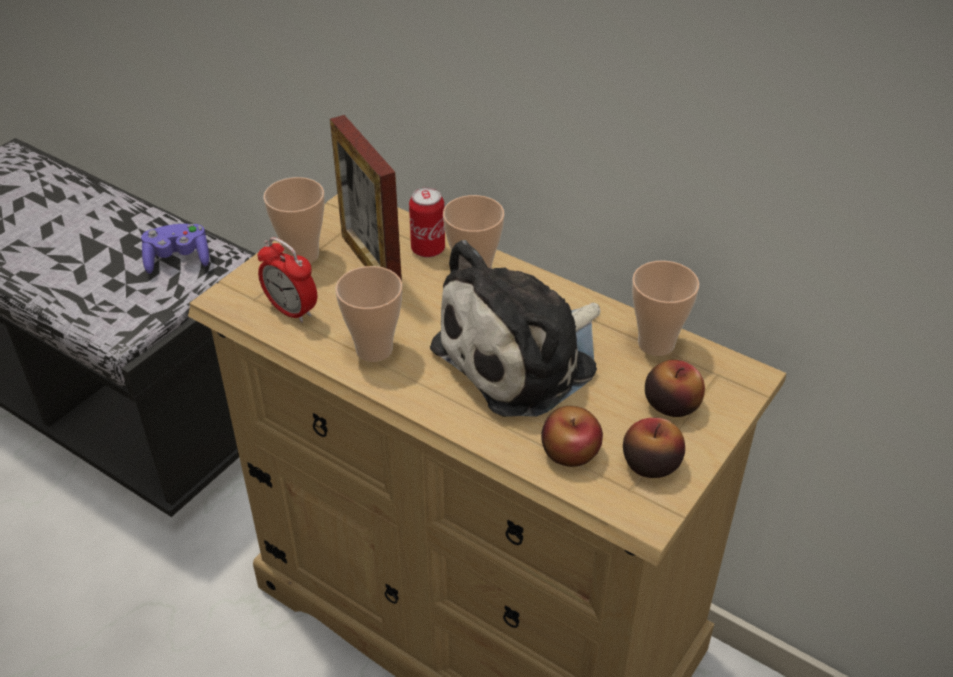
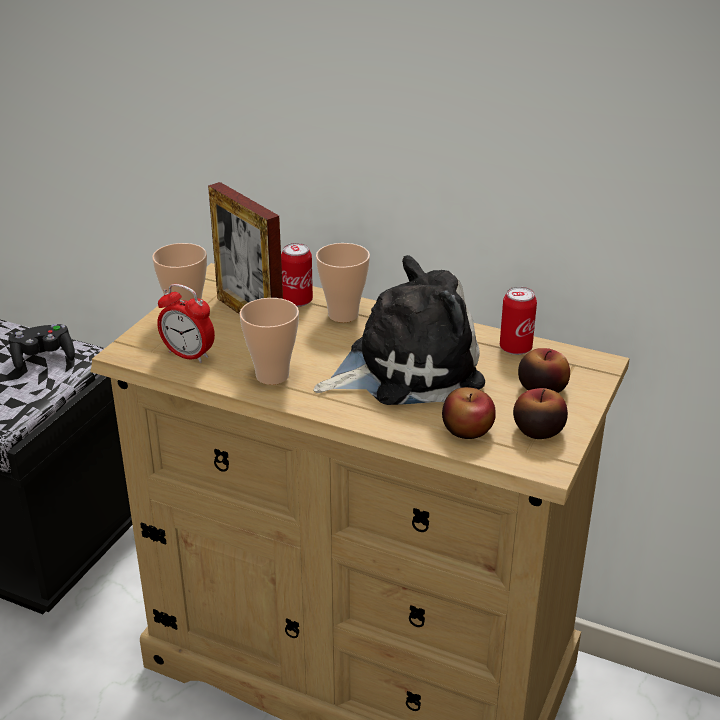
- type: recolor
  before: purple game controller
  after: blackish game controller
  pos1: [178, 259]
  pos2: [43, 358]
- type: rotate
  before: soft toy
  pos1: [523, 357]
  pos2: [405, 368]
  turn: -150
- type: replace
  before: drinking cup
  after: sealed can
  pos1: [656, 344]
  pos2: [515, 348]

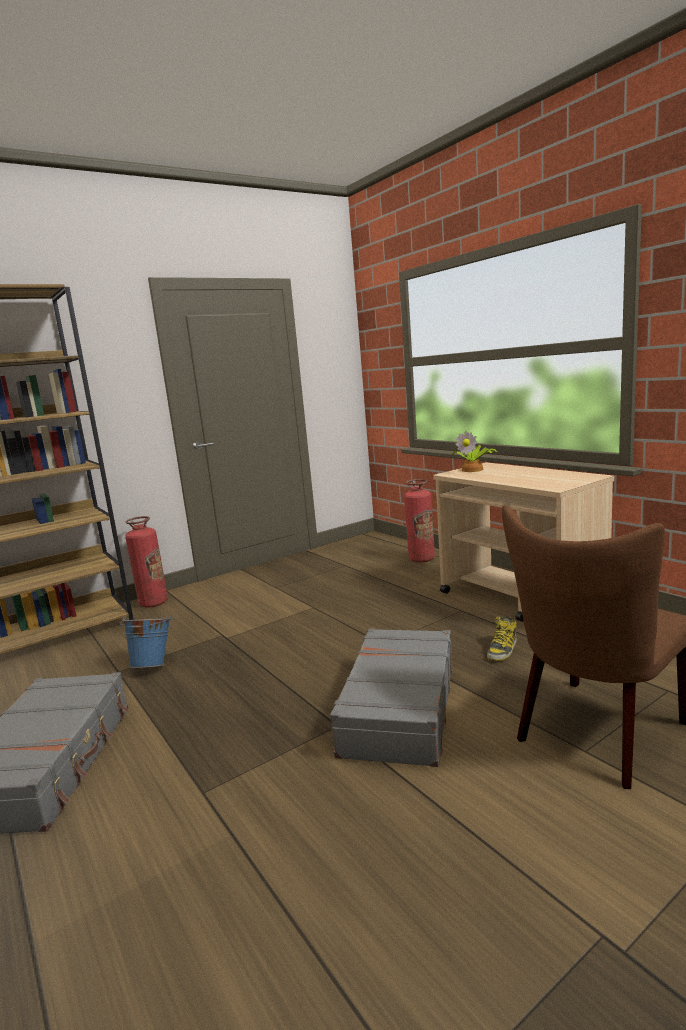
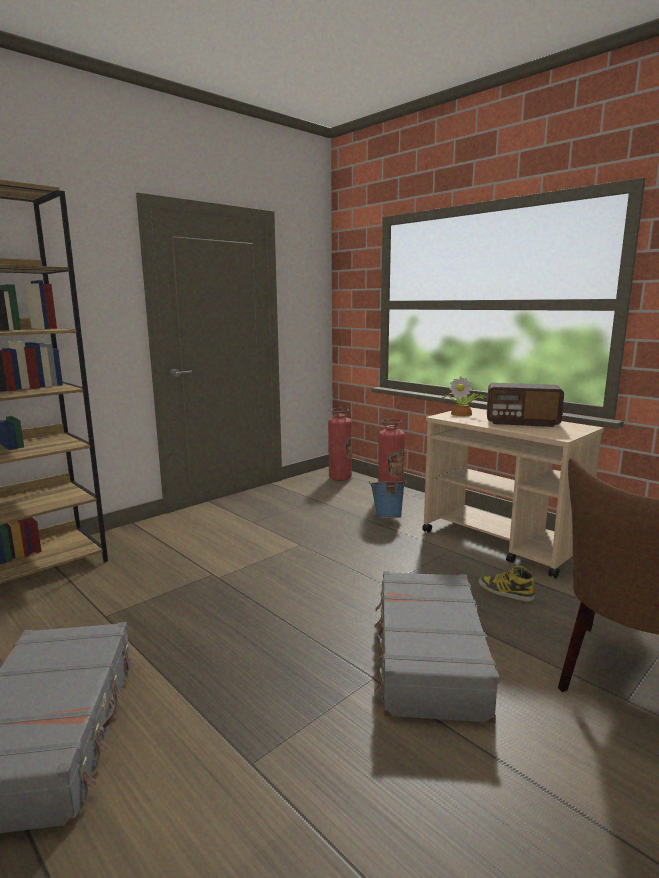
- type: move
  before: fire extinguisher
  pos1: [153, 603]
  pos2: [340, 478]
- type: move
  before: blue-coloured water bucket
  pos1: [153, 665]
  pos2: [387, 518]
- type: rotate
  before: boot
  pos1: [502, 649]
  pos2: [505, 592]
  turn: 105
- type: insert
  after: radio receiver
  pos2: [521, 422]

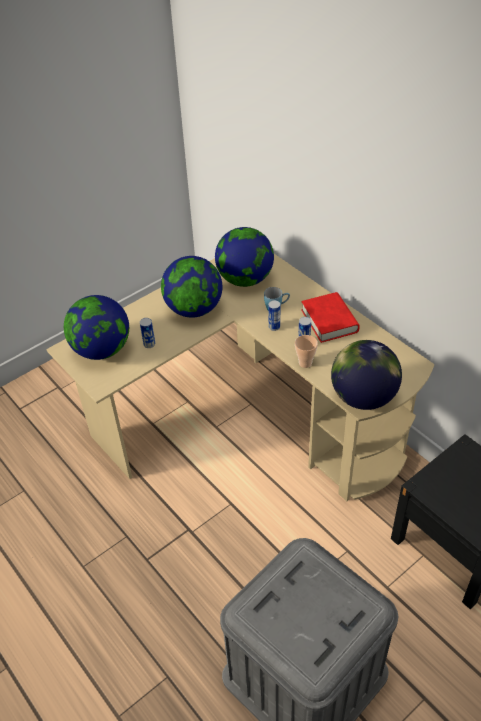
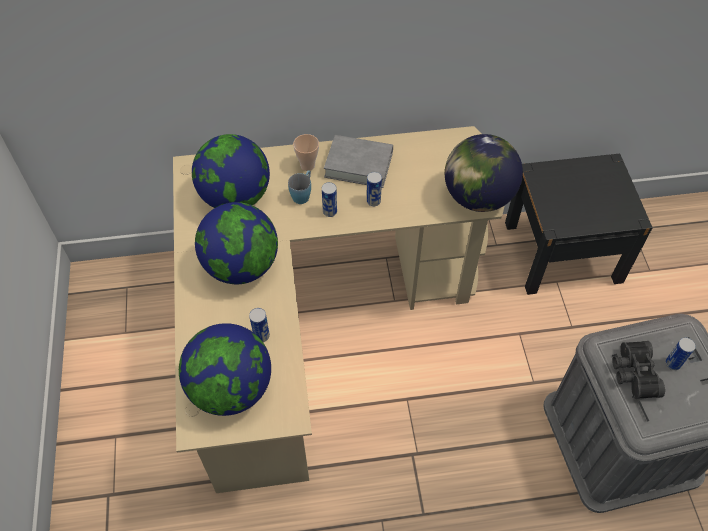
- type: move
  before: drinking cup
  pos1: [305, 363]
  pos2: [307, 165]
- type: recolor
  before: red-coloured volume
  after: grey volume
  pos1: [329, 321]
  pos2: [358, 165]
- type: insert
  after: blackish pair of binoculars
  pos2: [632, 374]
- type: insert
  after: sealed can
  pos2: [673, 363]

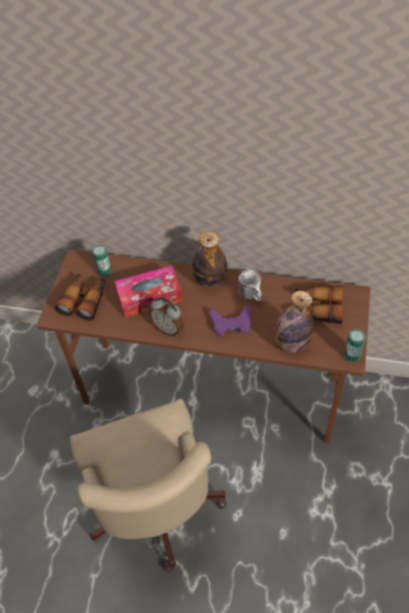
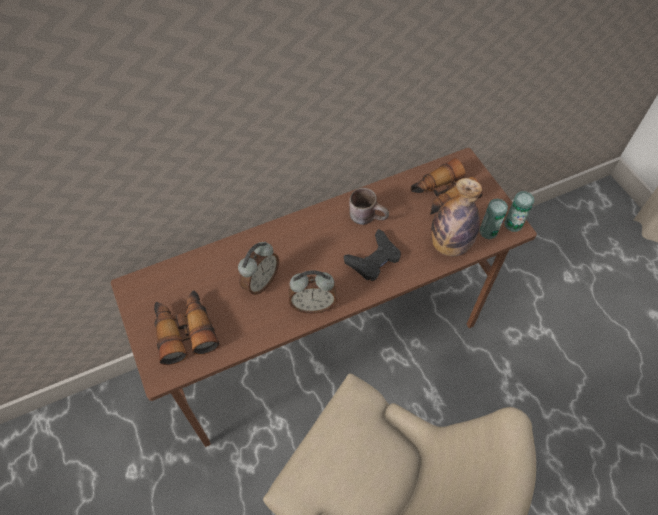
- type: replace
  before: box of tissues
  after: bedside clock
  pos1: [149, 297]
  pos2: [260, 282]
- type: recolor
  before: purple game controller
  after: blackish game controller
  pos1: [231, 323]
  pos2: [373, 259]
- type: recolor
  before: white-coloured tea mug
  after: brown-coloured tea mug
  pos1: [253, 294]
  pos2: [368, 215]
- type: move
  before: sealed can
  pos1: [104, 271]
  pos2: [488, 231]
- type: delete
  before: drink bottle
  pos1: [210, 280]

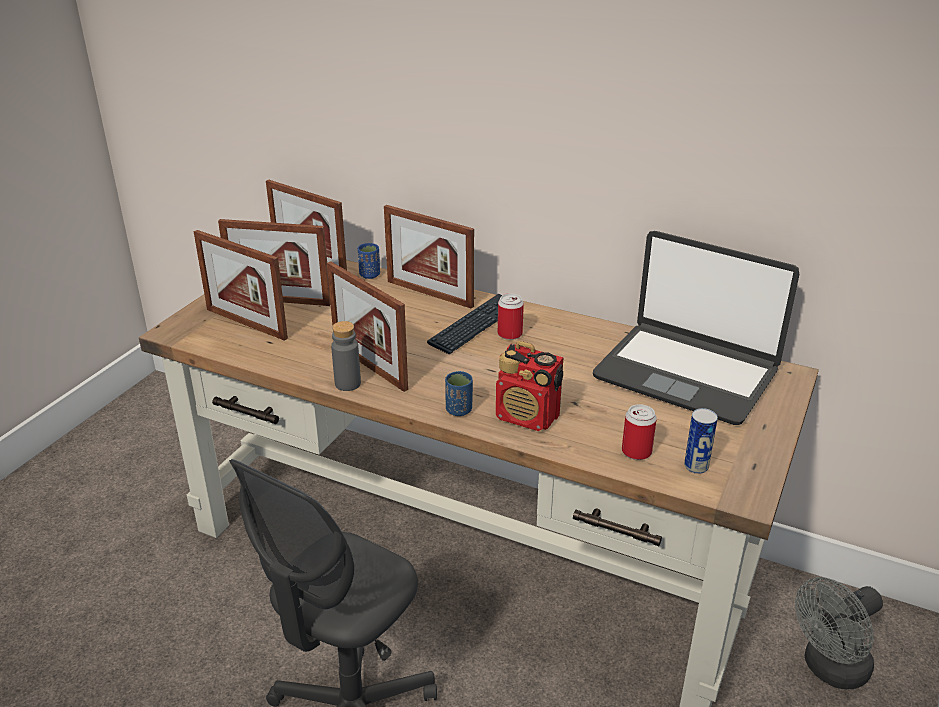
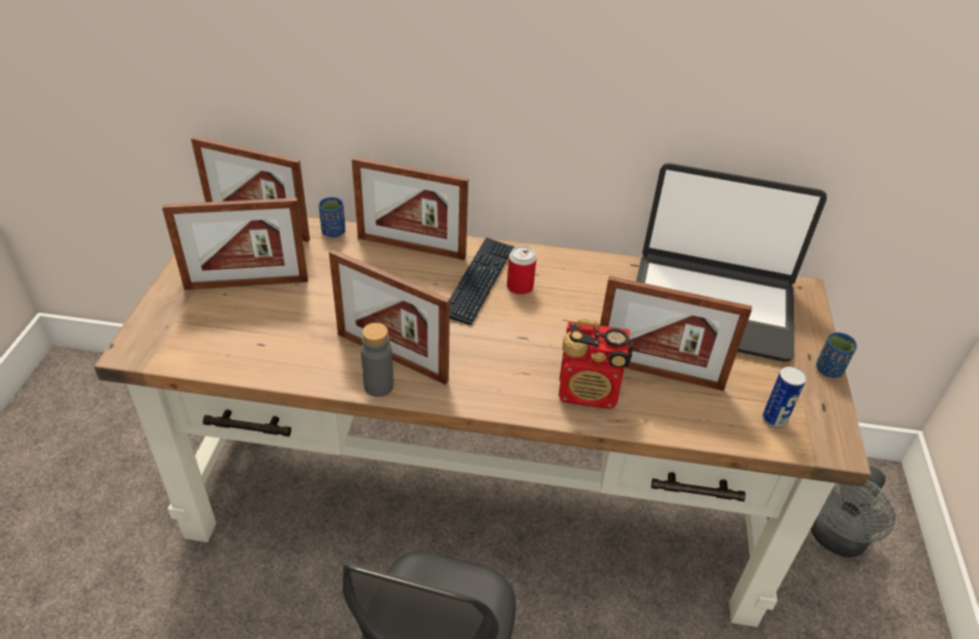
- type: move
  before: picture frame
  pos1: [246, 323]
  pos2: [657, 373]
- type: move
  before: blue-coloured drinking cup
  pos1: [459, 410]
  pos2: [829, 370]
- type: delete
  before: sealed can
  pos1: [636, 451]

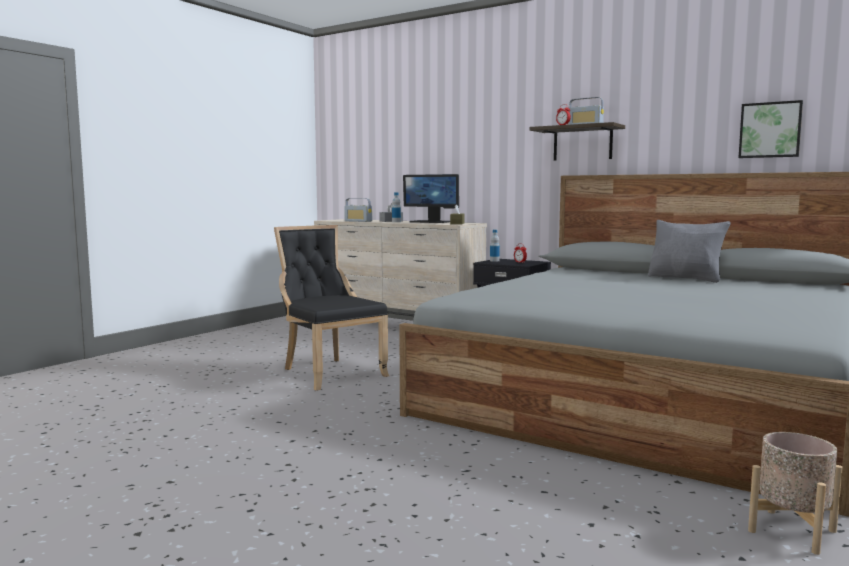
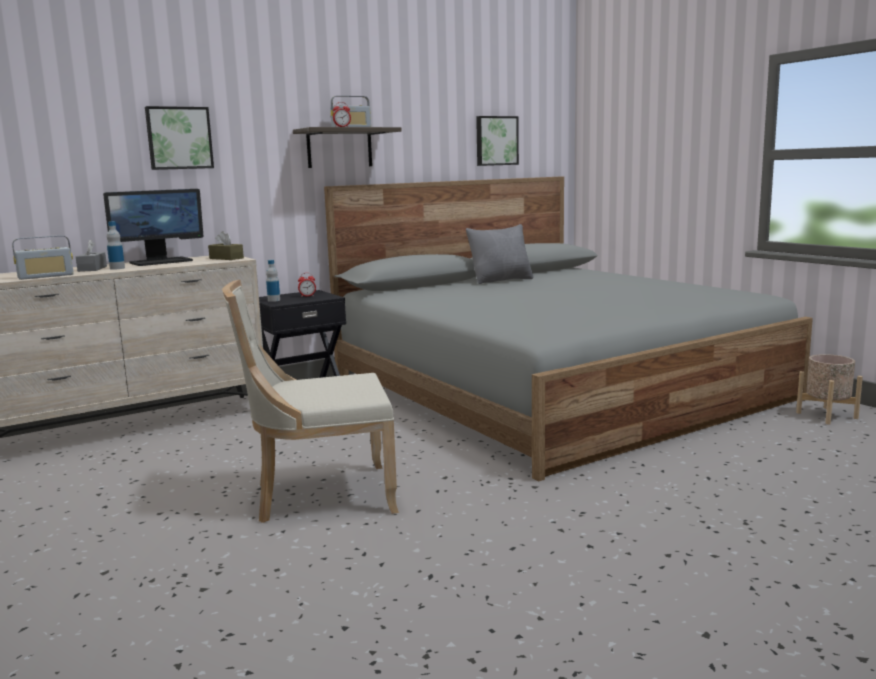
- type: insert
  after: picture
  pos2: [179, 138]
- type: recolor
  before: blackish chair
  after: sand-coloured chair
  pos1: [329, 372]
  pos2: [319, 496]

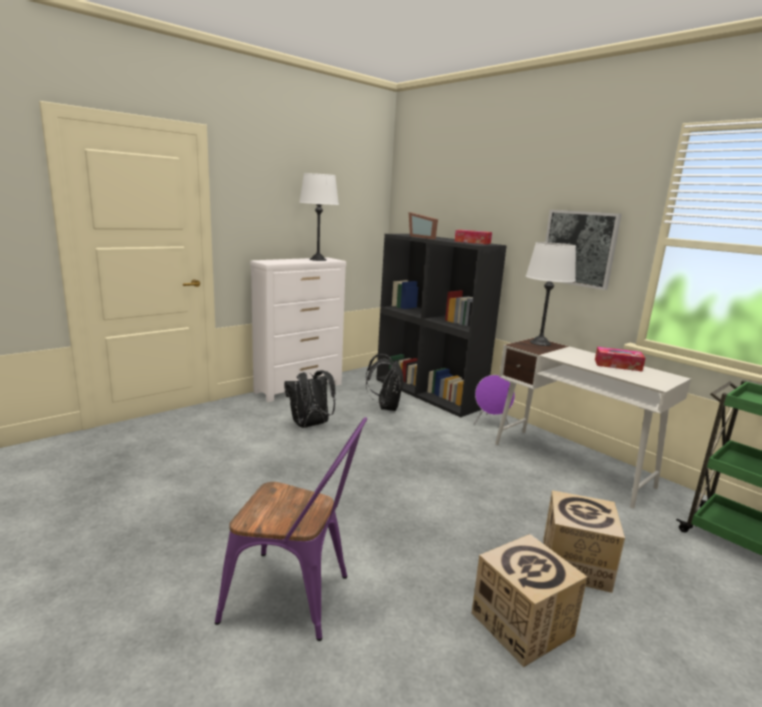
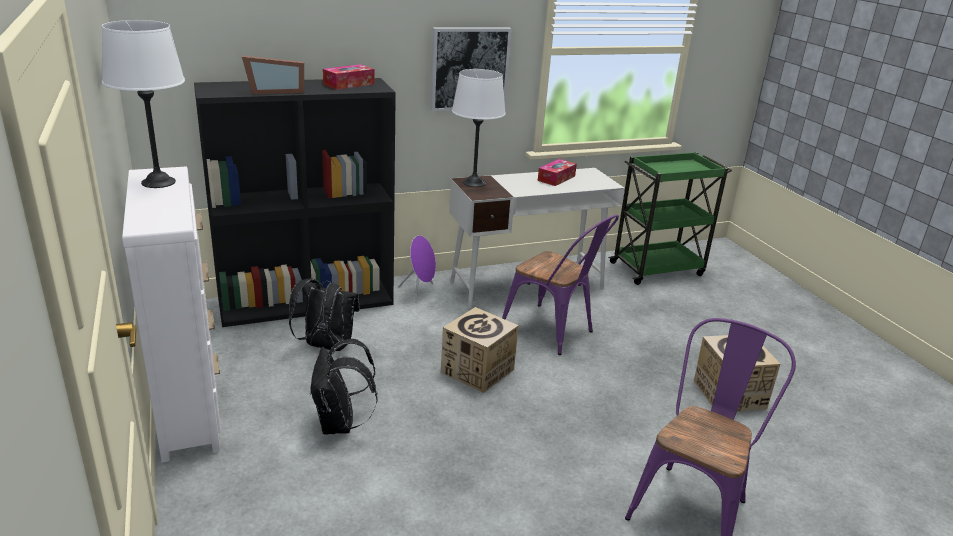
- type: move
  before: cardboard box
  pos1: [575, 564]
  pos2: [477, 371]
- type: insert
  after: purple chair
  pos2: [553, 332]

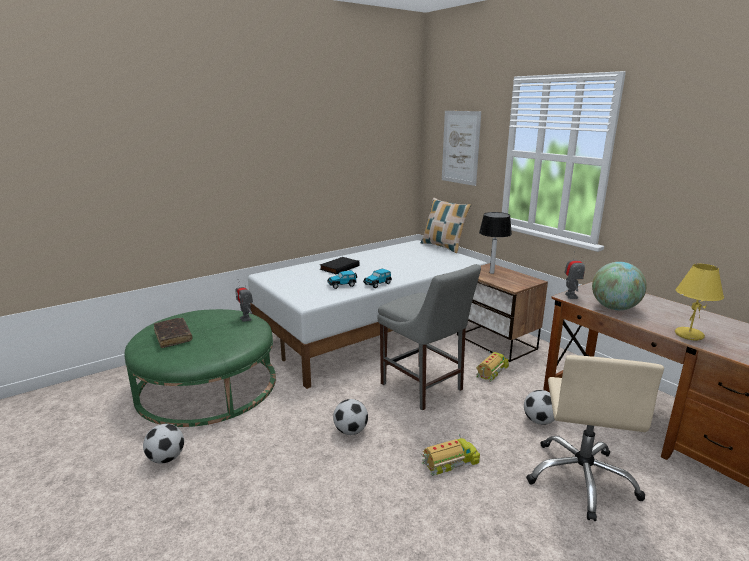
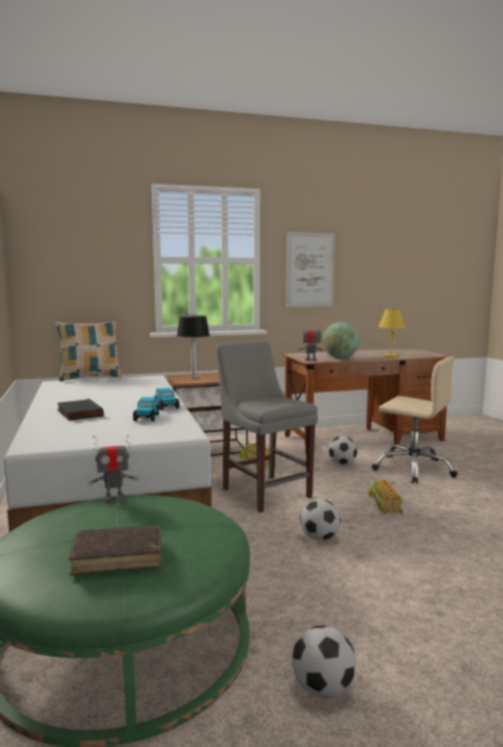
- type: rotate
  before: grey chair
  pos1: [424, 388]
  pos2: [264, 491]
  turn: -105
- type: move
  before: picture
  pos1: [460, 147]
  pos2: [310, 270]

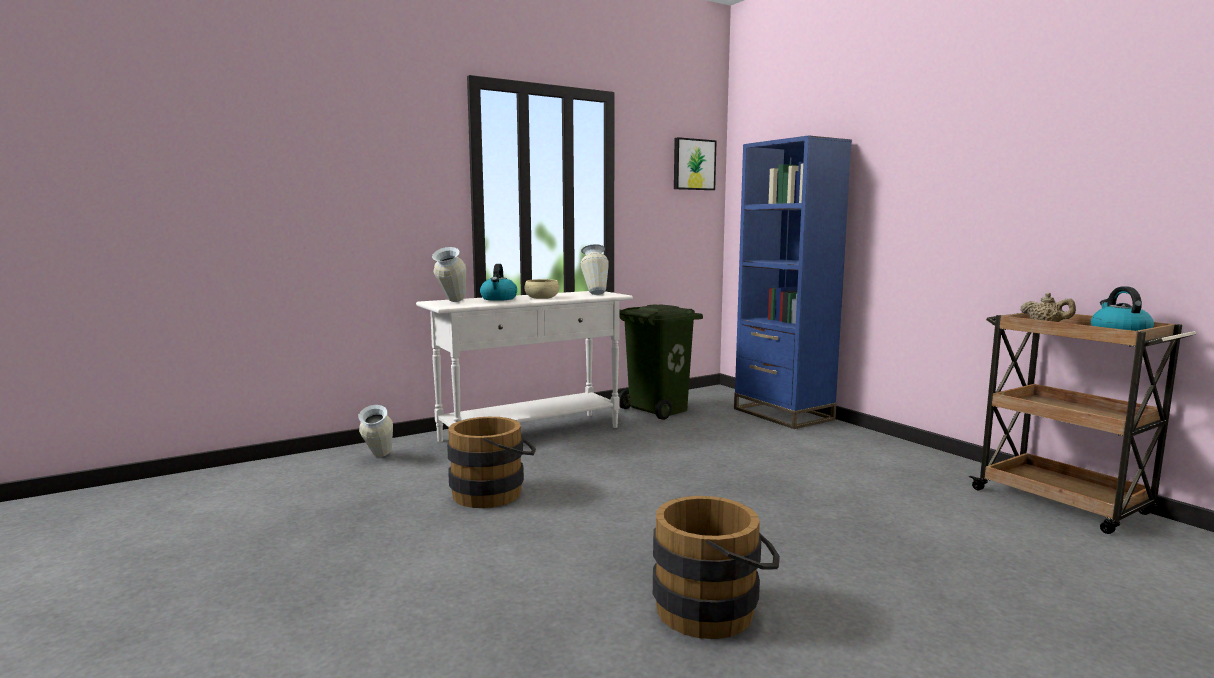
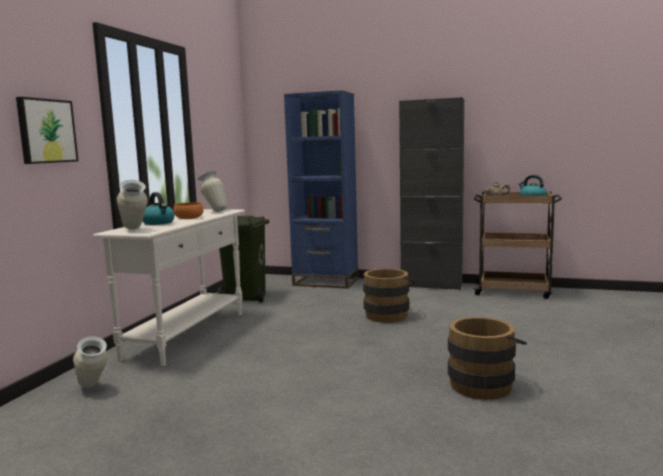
- type: move
  before: picture
  pos1: [693, 164]
  pos2: [46, 131]
- type: recolor
  before: sand-coloured bowl
  after: orange-coloured bowl
  pos1: [541, 297]
  pos2: [189, 218]
- type: move
  before: brown-coloured water bucket
  pos1: [494, 493]
  pos2: [388, 314]
- type: insert
  after: blackish cabinet
  pos2: [431, 285]

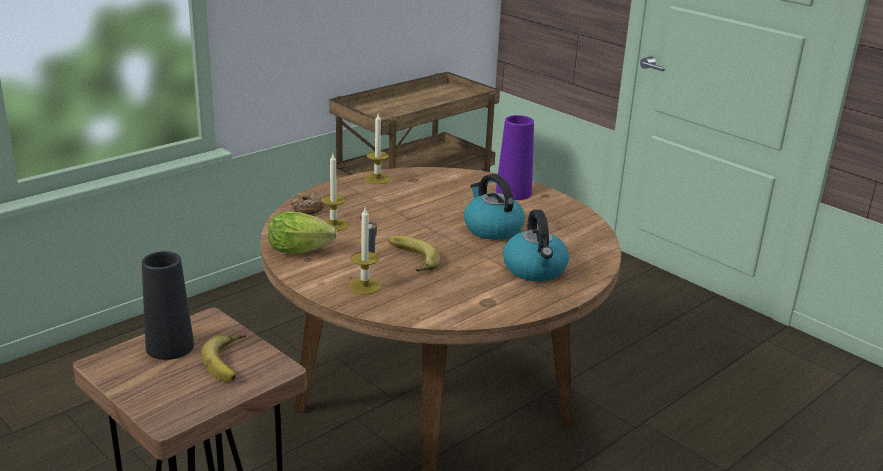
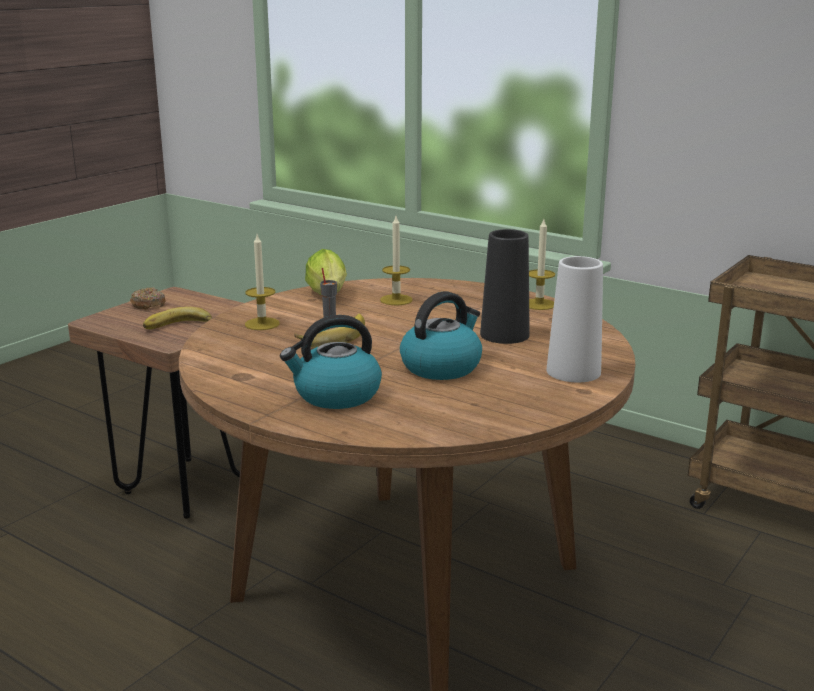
- type: move
  before: donut
  pos1: [307, 208]
  pos2: [148, 304]
- type: move
  before: blackish flower vase
  pos1: [170, 346]
  pos2: [504, 335]
- type: recolor
  before: purple flower vase
  after: white-coloured flower vase
  pos1: [513, 192]
  pos2: [573, 371]

